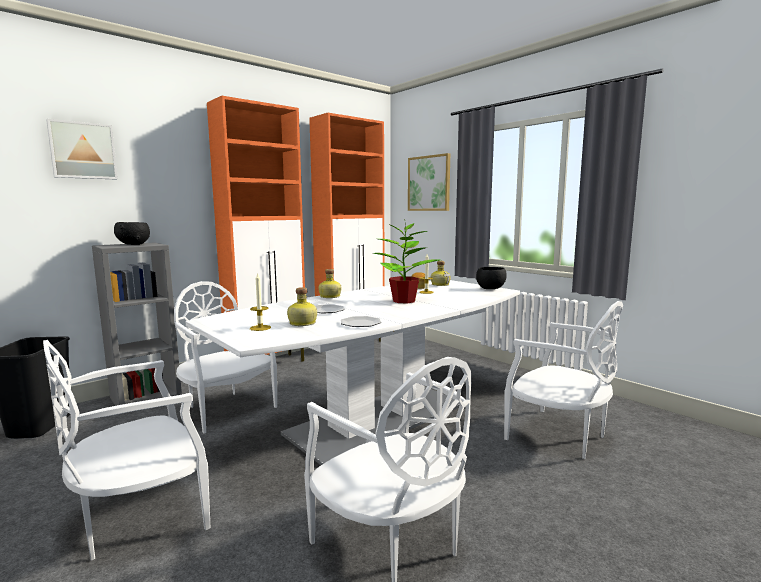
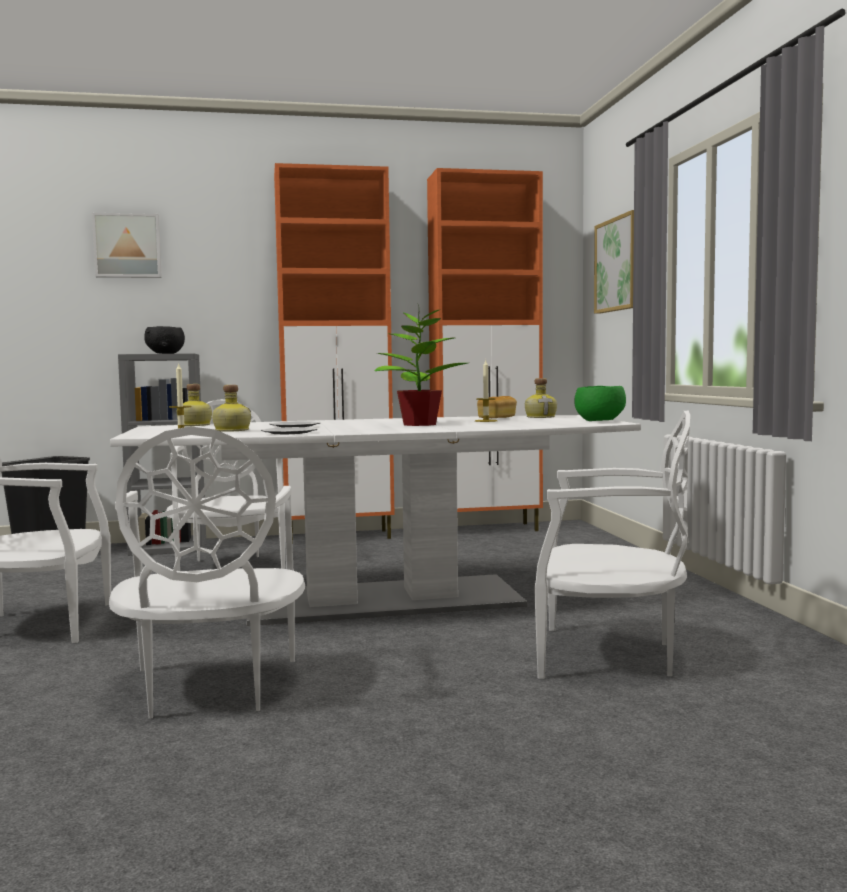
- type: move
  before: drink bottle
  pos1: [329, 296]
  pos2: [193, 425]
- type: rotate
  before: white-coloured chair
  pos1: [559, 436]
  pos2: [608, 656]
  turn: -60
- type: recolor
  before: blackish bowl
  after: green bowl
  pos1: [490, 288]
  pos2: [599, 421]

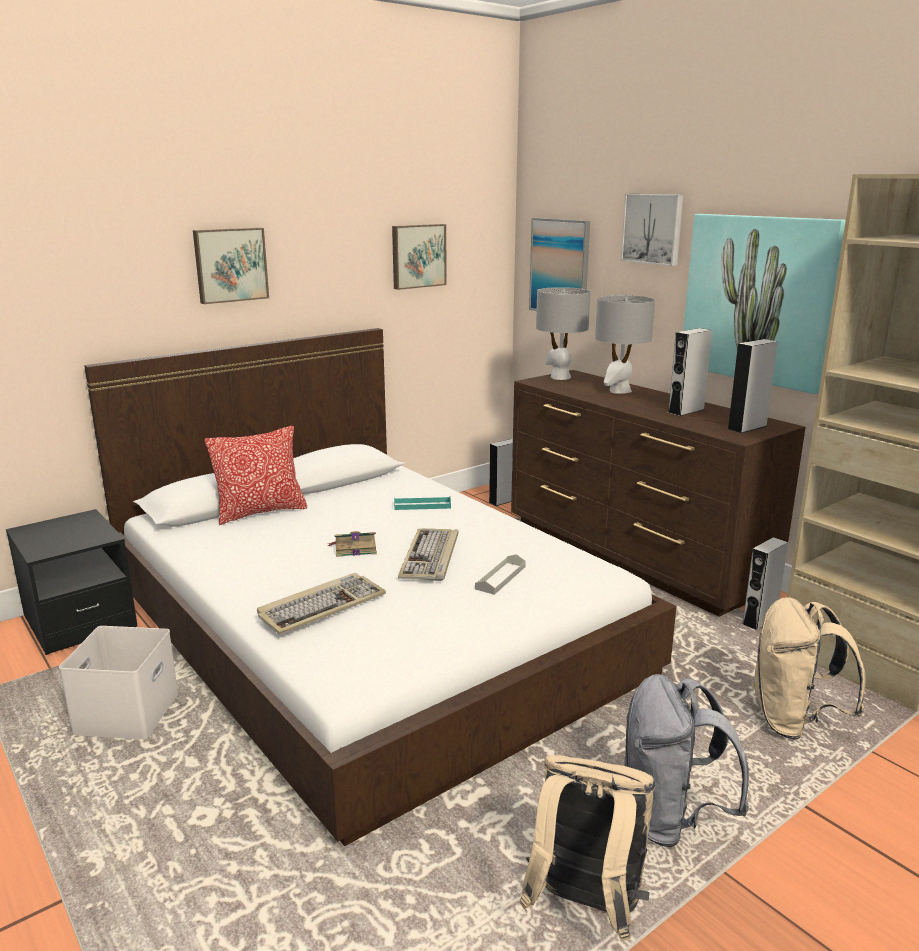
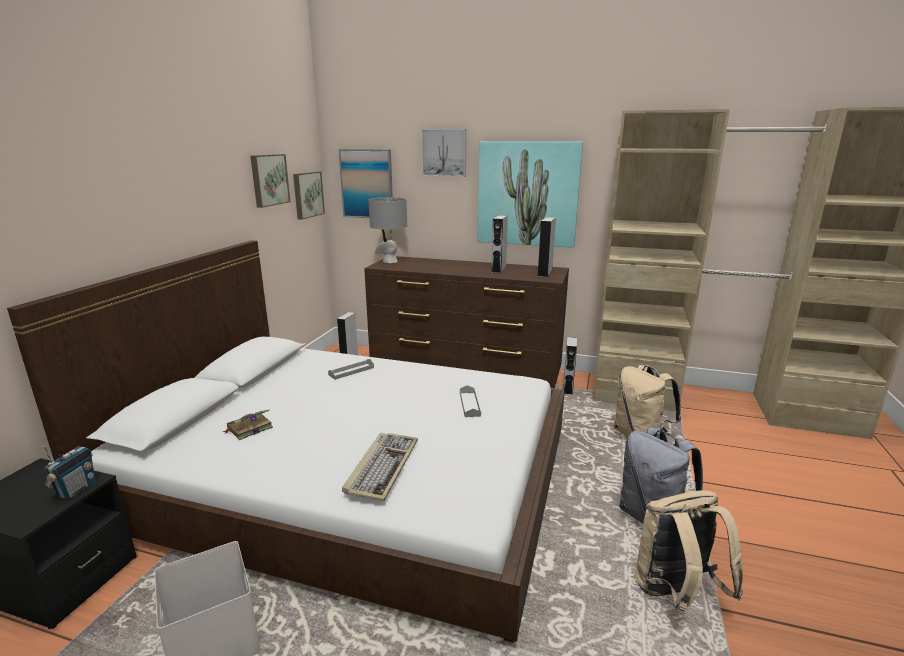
- type: insert
  after: radio receiver
  pos2: [76, 489]
- type: move
  before: volume
  pos1: [354, 548]
  pos2: [249, 428]
- type: move
  before: picture
  pos1: [230, 265]
  pos2: [307, 194]
- type: recolor
  before: turquoise carrying tray
  after: grey carrying tray
  pos1: [422, 505]
  pos2: [351, 371]
- type: delete
  before: throw pillow
  pos1: [260, 512]
- type: delete
  before: keyboard
  pos1: [430, 557]
- type: delete
  before: grey tabletop lamp
  pos1: [619, 391]

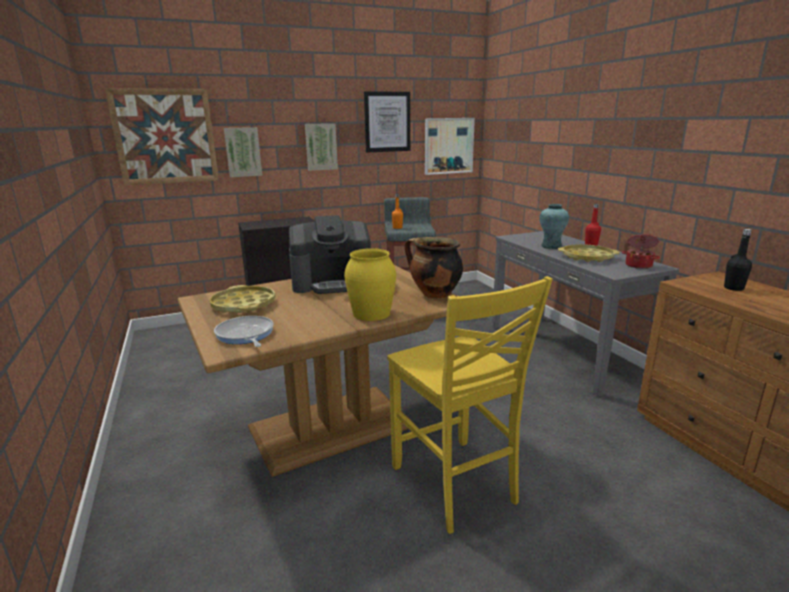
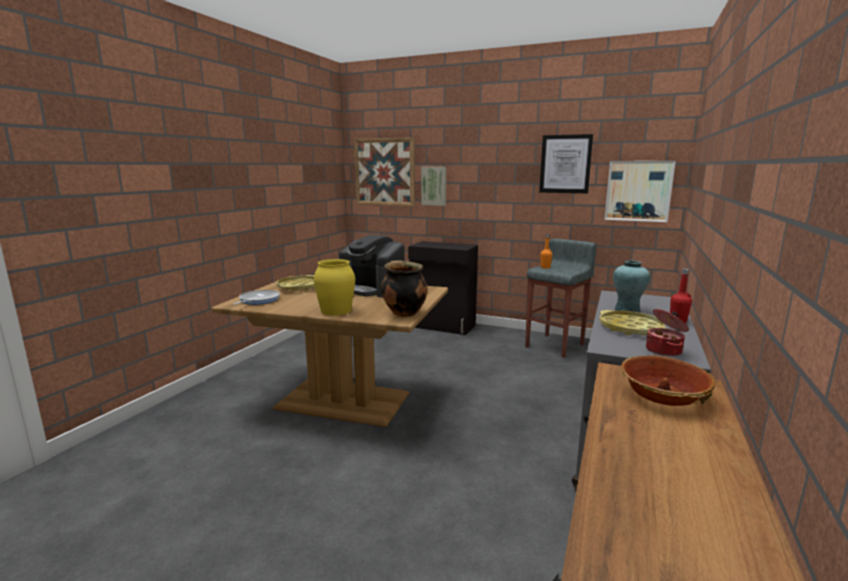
- type: replace
  before: blackish drink bottle
  after: bowl
  pos1: [733, 288]
  pos2: [662, 396]
- type: delete
  before: picture
  pos1: [321, 146]
- type: delete
  before: yellow chair
  pos1: [455, 485]

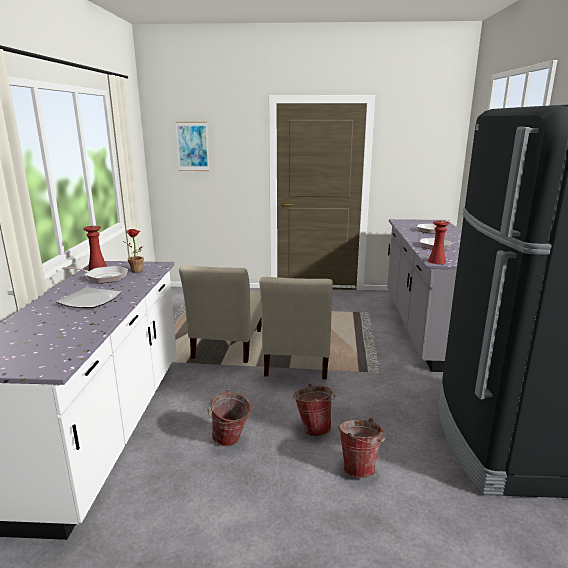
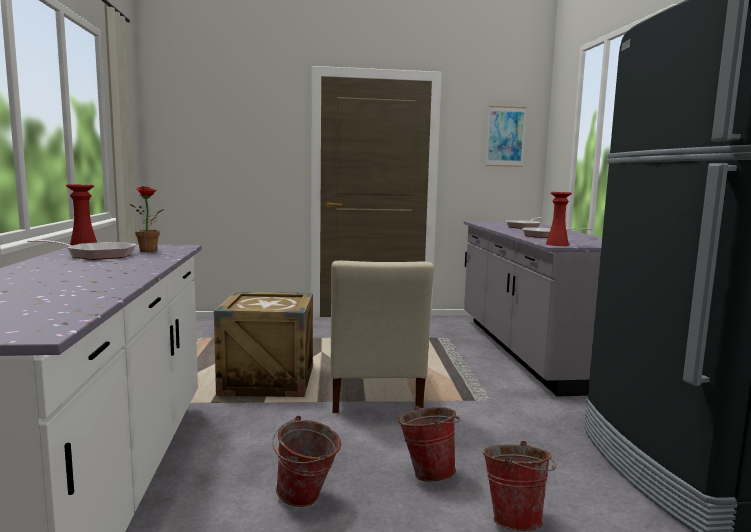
- type: replace
  before: sand-coloured chair
  after: shipping crate
  pos1: [227, 346]
  pos2: [267, 380]
- type: move
  before: picture
  pos1: [192, 146]
  pos2: [505, 136]
- type: delete
  before: flat dish
  pos1: [90, 300]

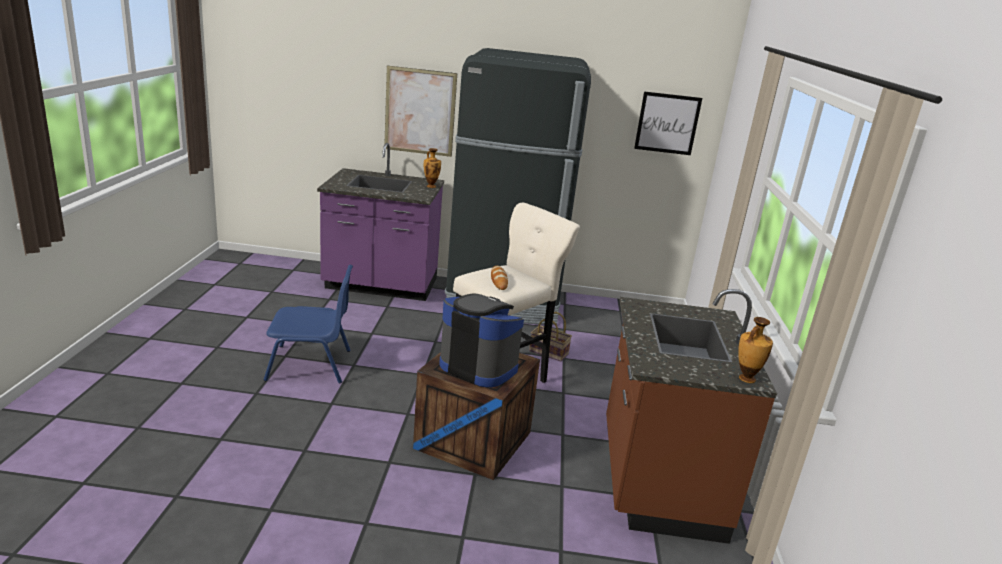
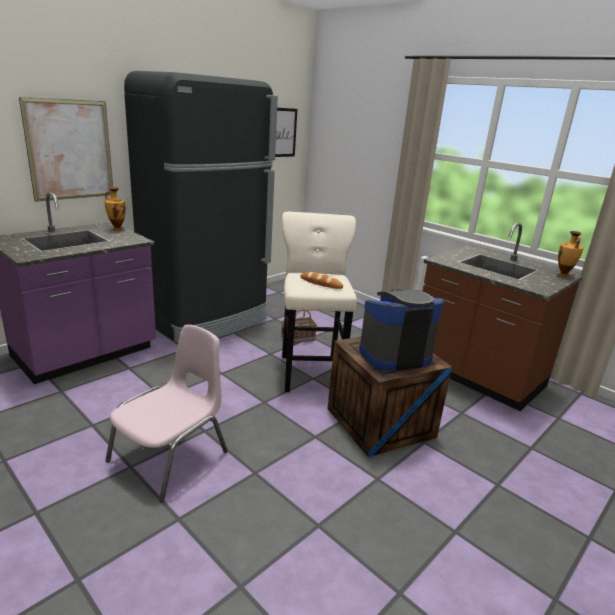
- type: recolor
  before: blue-coloured chair
  after: pinkish chair
  pos1: [311, 365]
  pos2: [171, 456]

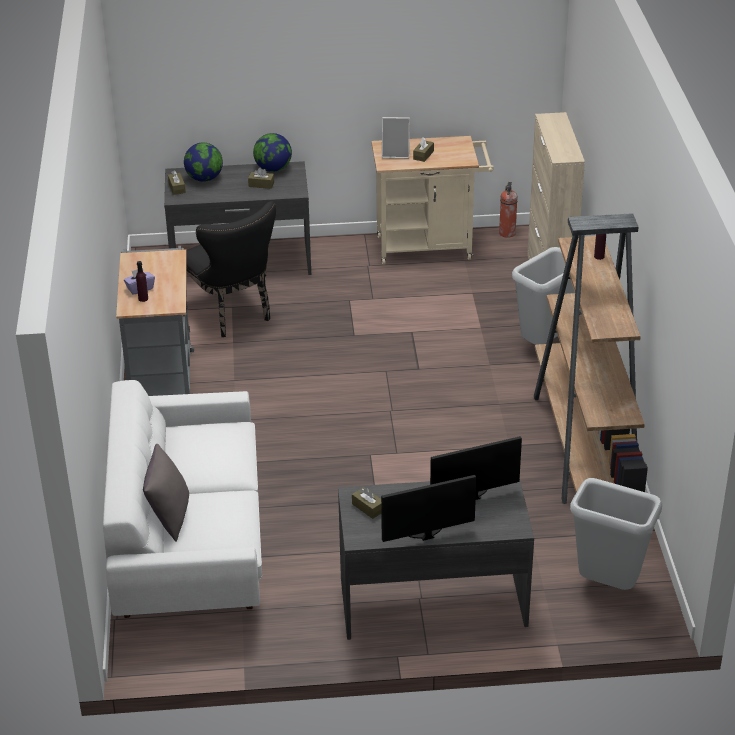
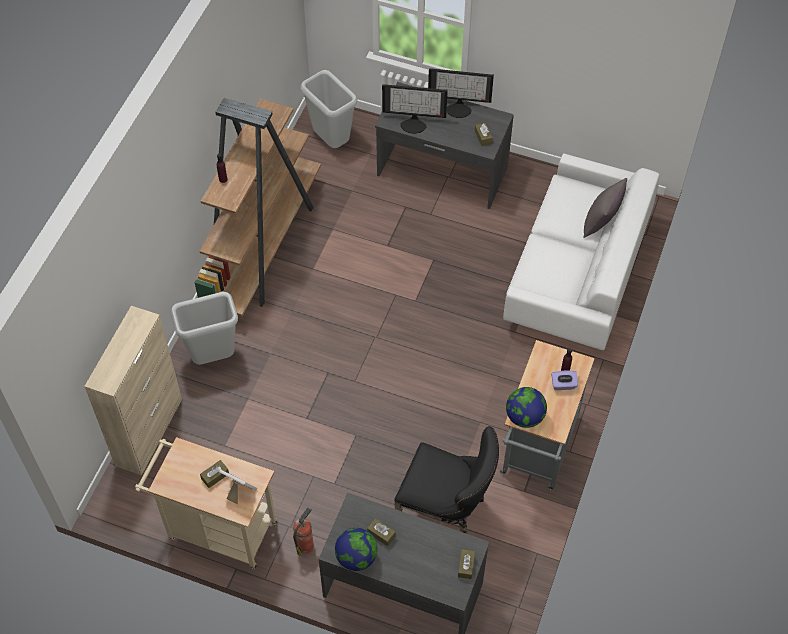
- type: move
  before: fire extinguisher
  pos1: [507, 233]
  pos2: [305, 544]
- type: rotate
  before: blackish chair
  pos1: [231, 314]
  pos2: [446, 510]
  turn: 120
- type: move
  before: desk globe
  pos1: [204, 178]
  pos2: [524, 417]

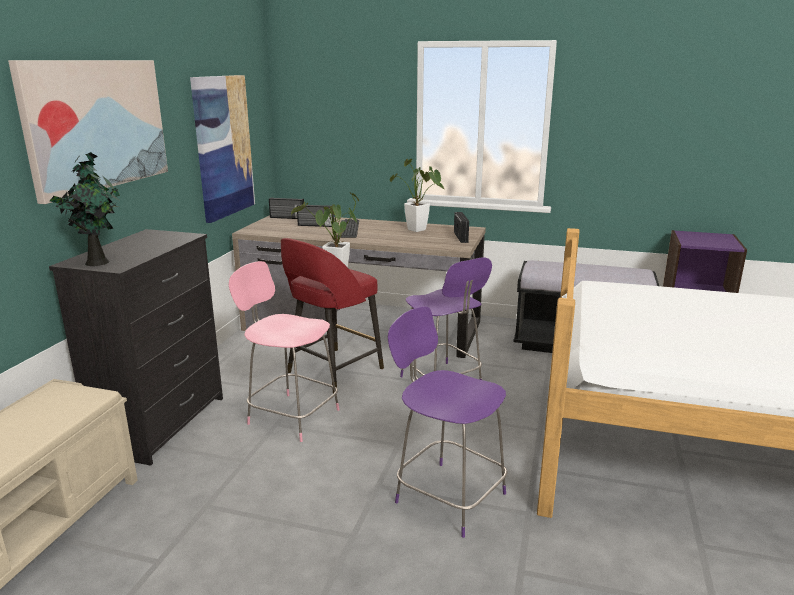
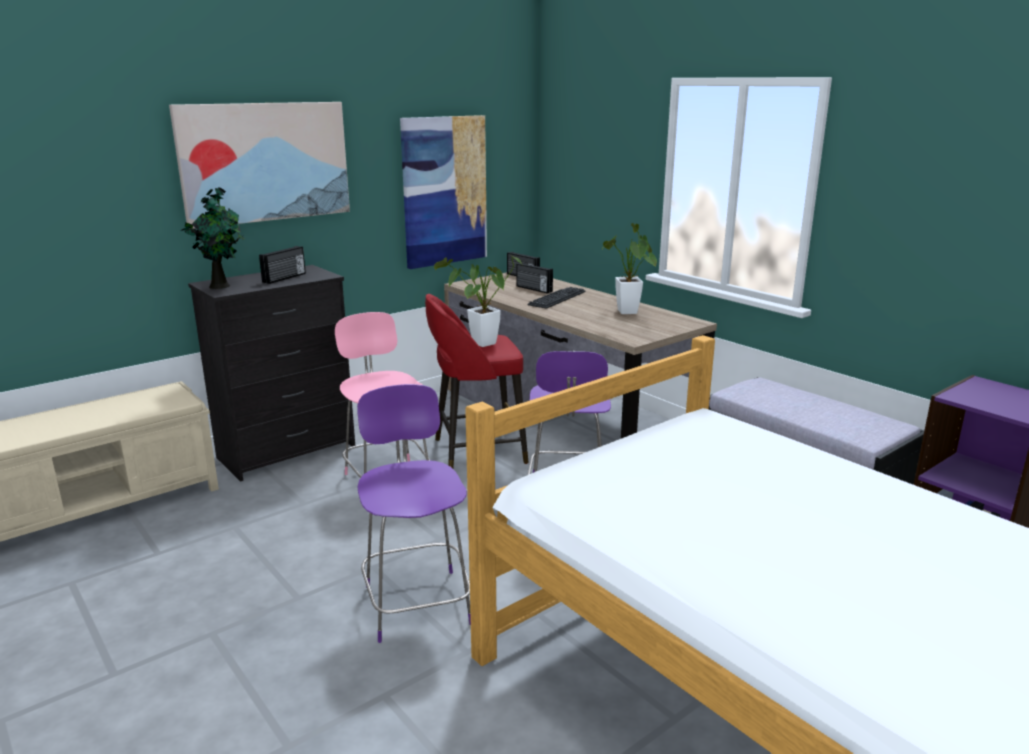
- type: move
  before: radio receiver
  pos1: [461, 237]
  pos2: [285, 278]

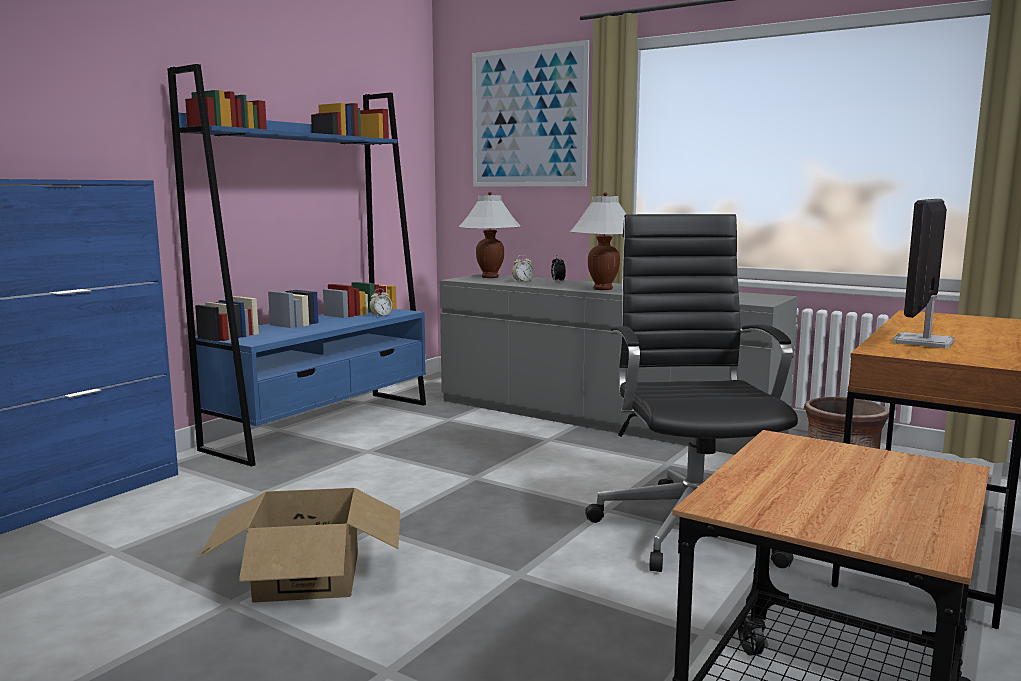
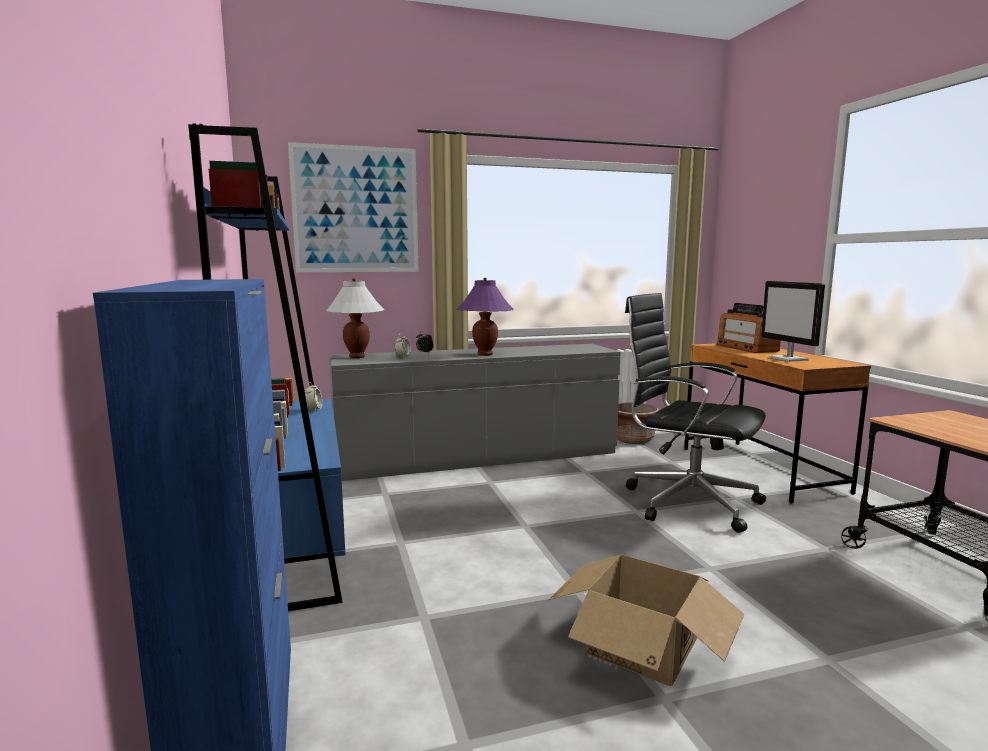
- type: recolor
  before: white-coloured tabletop lamp
  after: purple tabletop lamp
  pos1: [603, 289]
  pos2: [485, 354]
- type: insert
  after: radio receiver
  pos2: [746, 348]

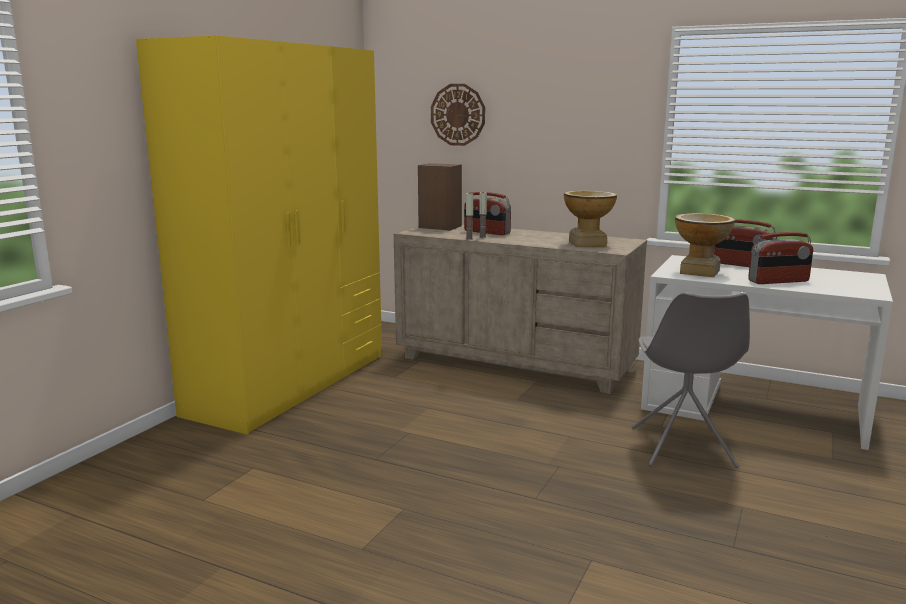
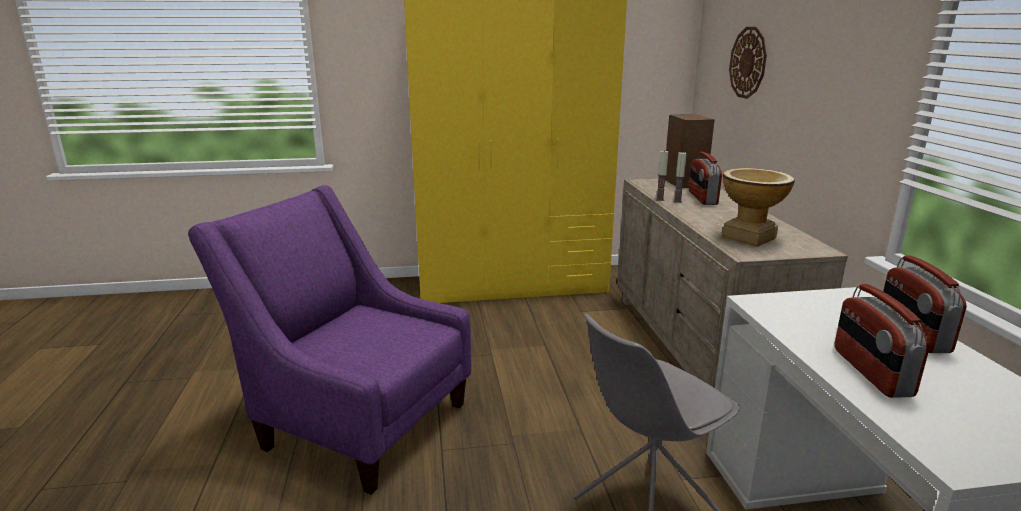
- type: insert
  after: purple armchair
  pos2: [355, 421]
- type: rotate
  before: radio receiver
  pos1: [778, 281]
  pos2: [870, 372]
  turn: 45
- type: delete
  before: flower vase
  pos1: [699, 272]

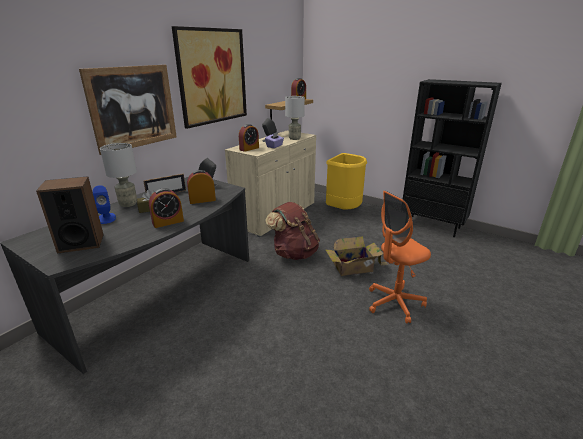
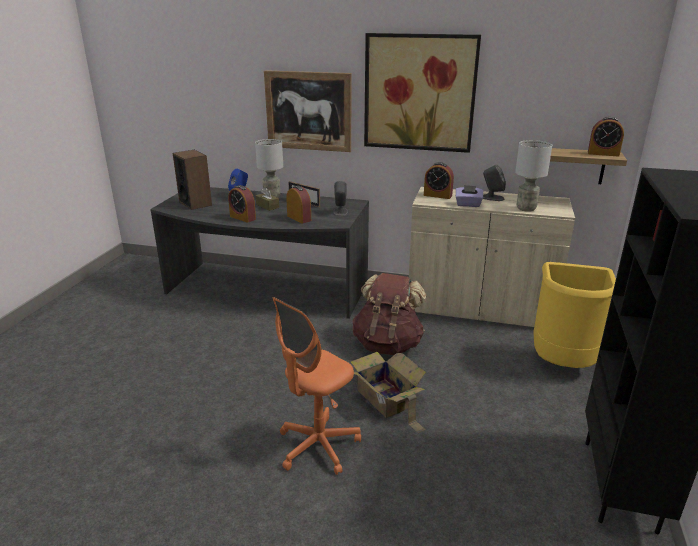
- type: rotate
  before: orange-coloured computer chair
  pos1: [394, 303]
  pos2: [318, 446]
  turn: -90

